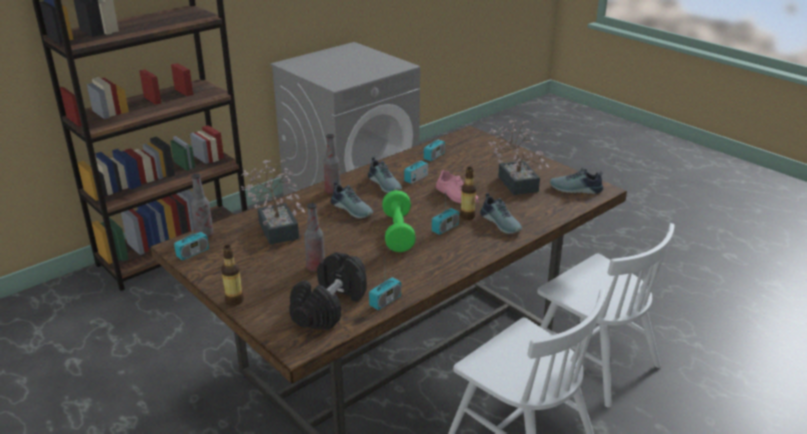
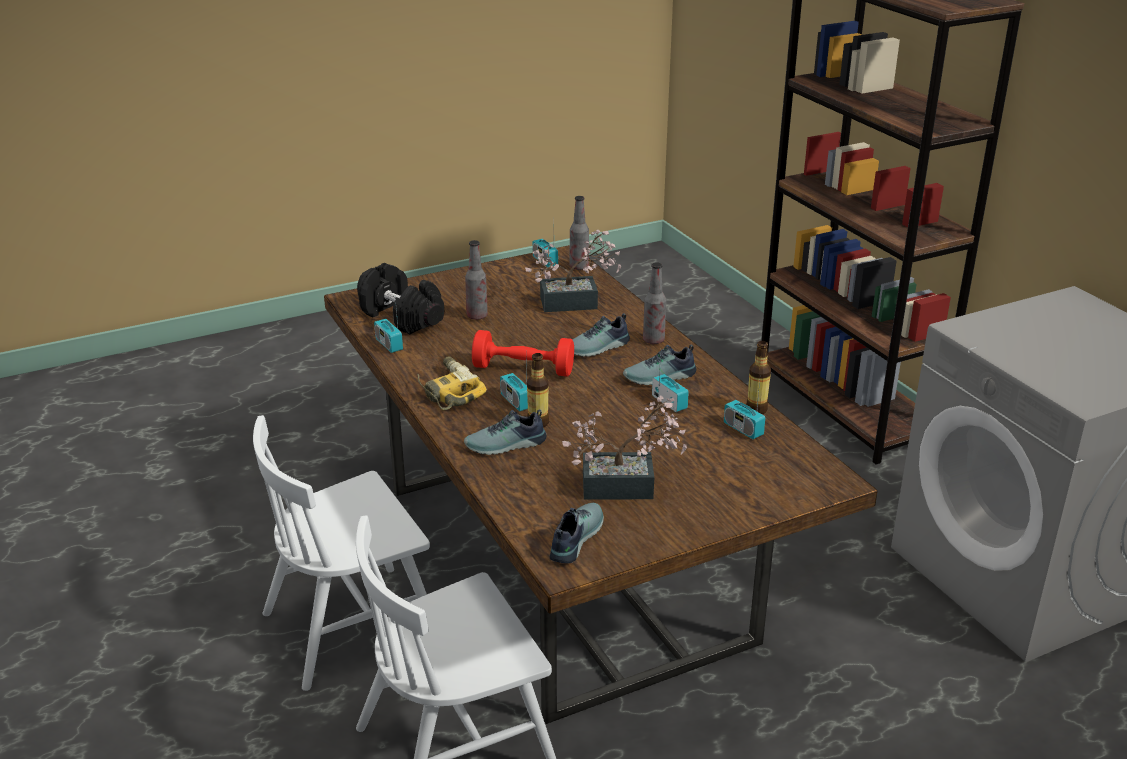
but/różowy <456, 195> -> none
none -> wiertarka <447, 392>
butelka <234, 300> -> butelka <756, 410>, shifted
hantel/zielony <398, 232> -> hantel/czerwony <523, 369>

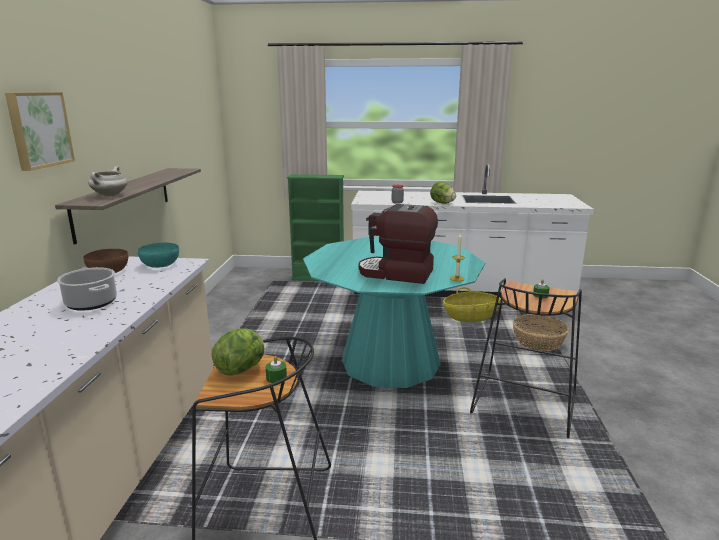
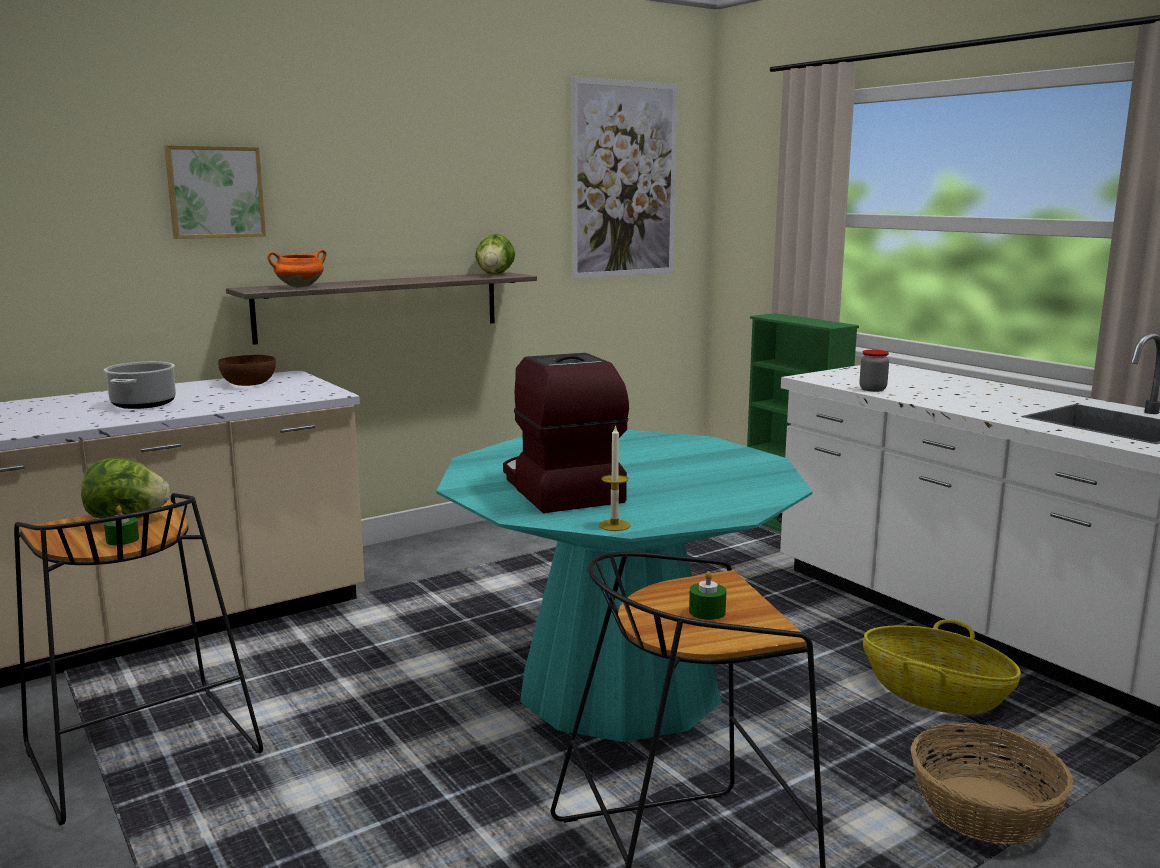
miska/turkusowy <161, 265> -> none
none -> obraz <624, 180>
sałata <442, 203> -> sałata <495, 274>, shifted
garnek/biały <110, 195> -> garnek/pomarańczowy <299, 287>

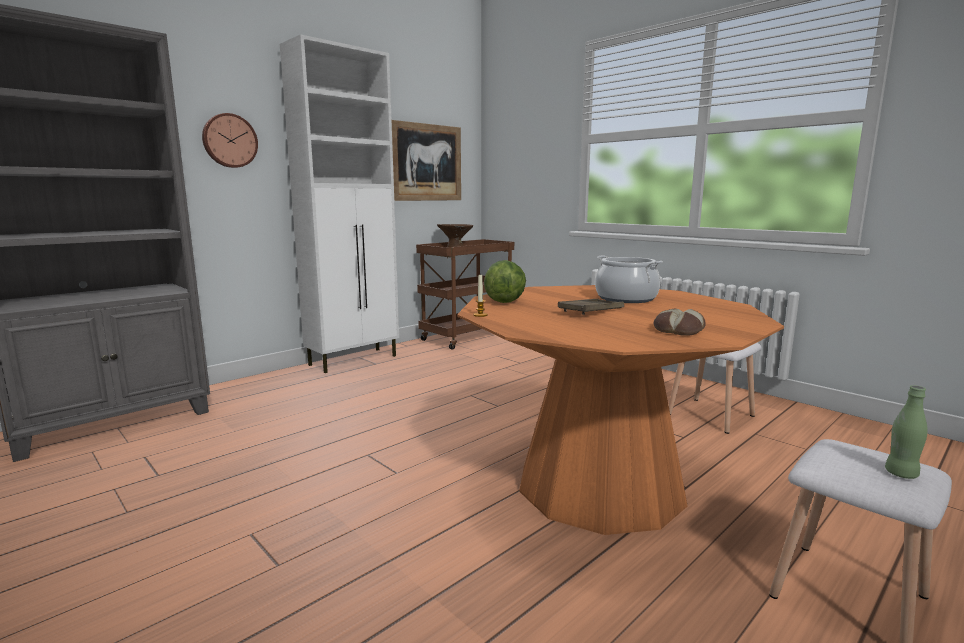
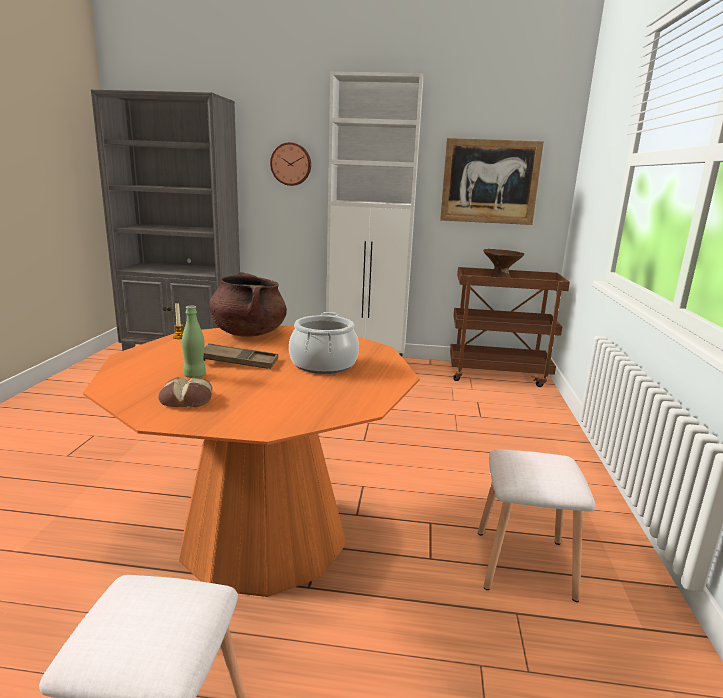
butelka/zielony <901, 474> -> butelka/zielony <195, 375>, shifted
sałata <505, 300> -> garnek/brązowy <248, 333>

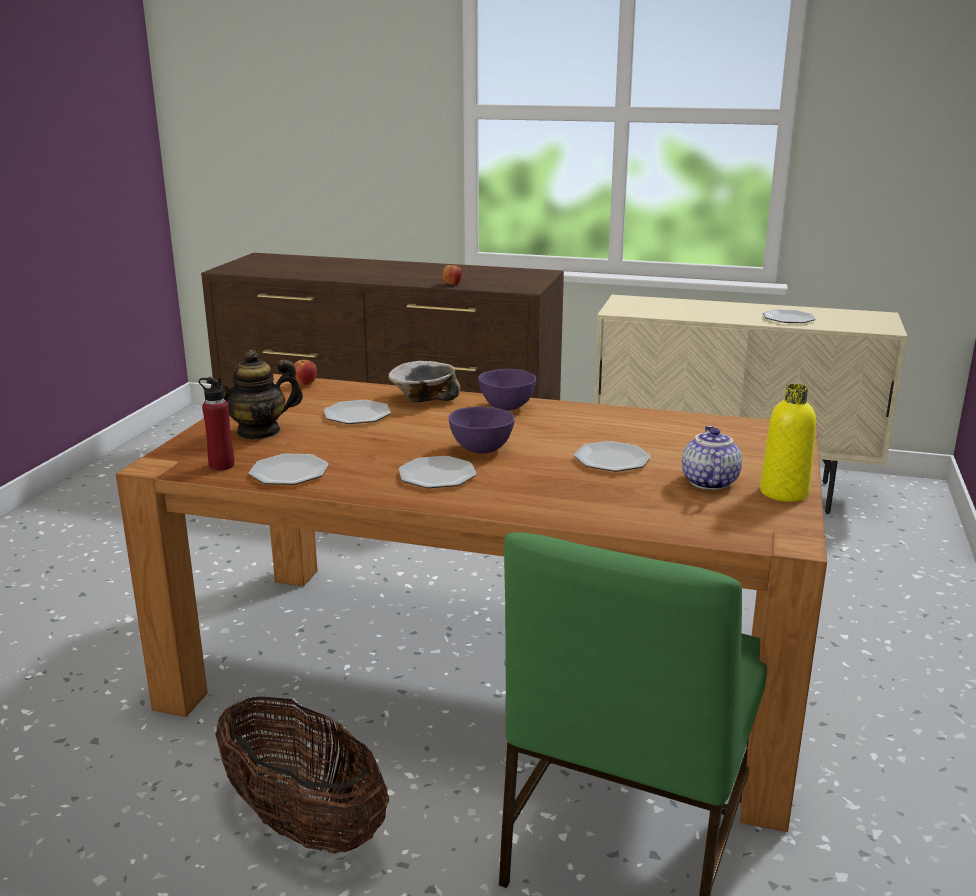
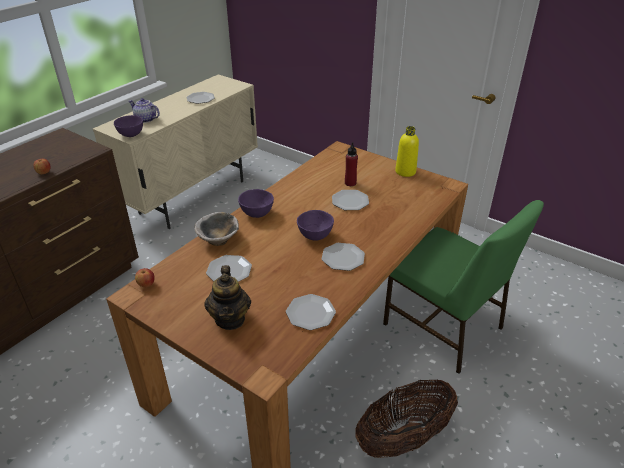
none -> miska/fioletowy <131, 135>
butelka/czerwony <221, 465> -> butelka/czerwony <350, 183>, shifted
imbryk <708, 482> -> imbryk <145, 119>, shifted

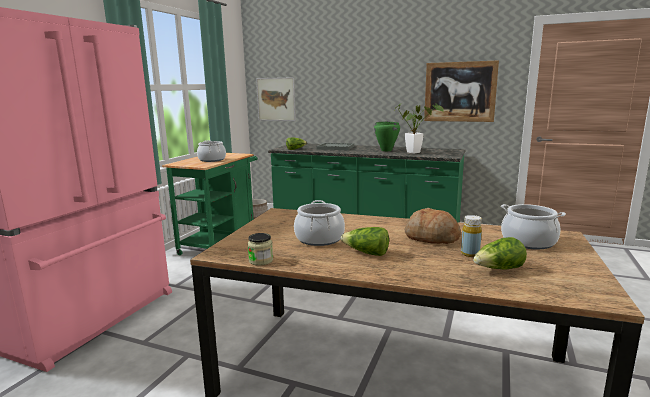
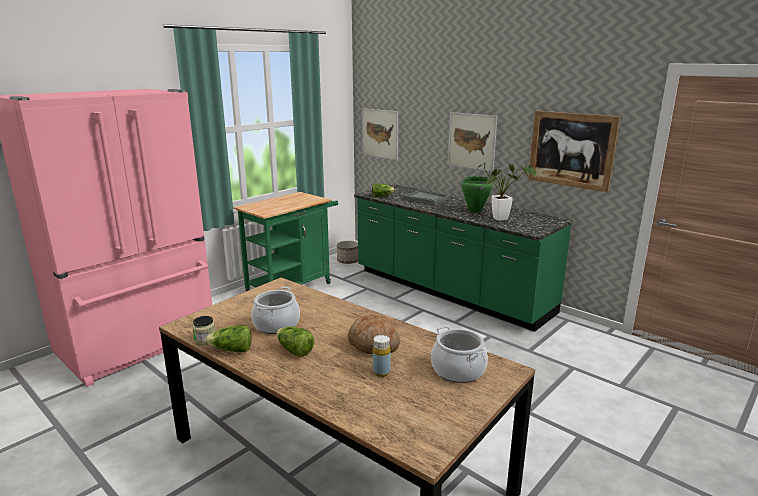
garnek <212, 160> -> none
none -> obraz <471, 141>
sałata <498, 269> -> sałata <231, 350>, shifted

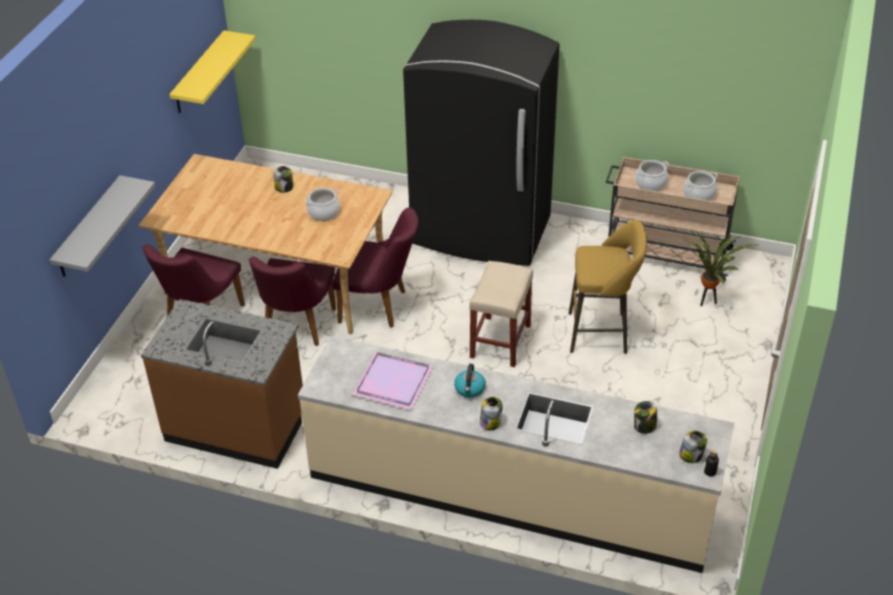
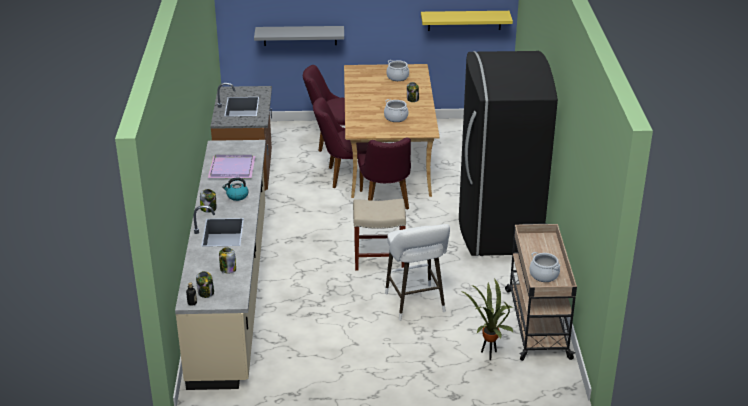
garnek <650, 184> -> garnek <397, 77>, shifted
stołek/żółty <602, 333> -> stołek/biały <416, 304>

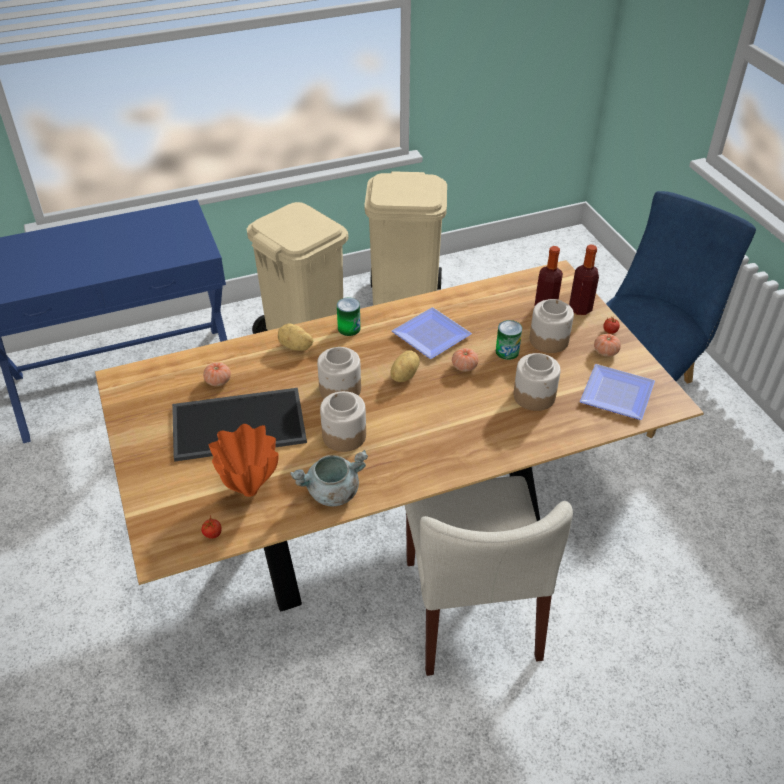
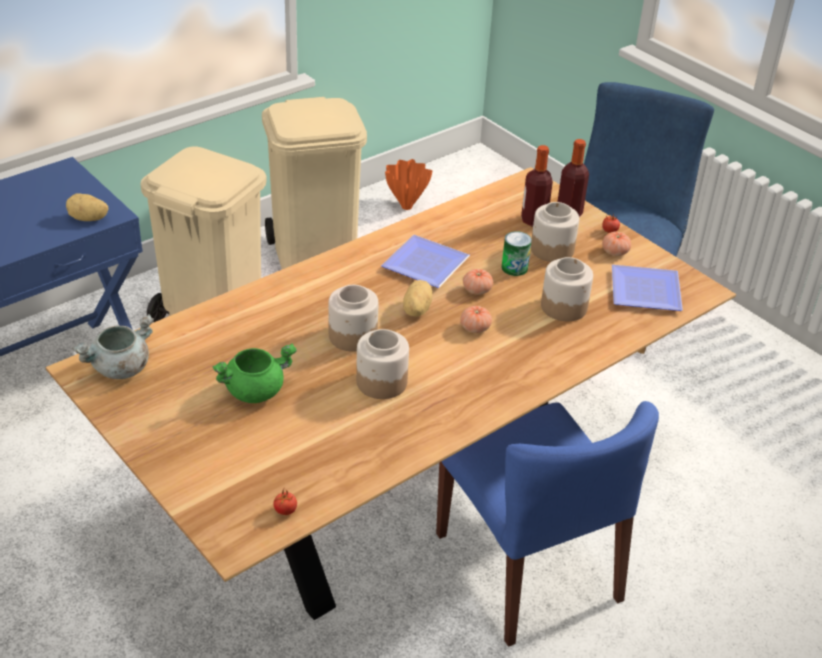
puszka <349, 328> -> none
pomidor <218, 381> -> pomidor <475, 328>, shifted
wazon/pomarańczowy <250, 489> -> wazon/pomarańczowy <407, 206>, shifted
ziemniak <295, 347> -> ziemniak <88, 219>, shifted
garnek/szary <332, 493> -> garnek/szary <120, 369>, shifted
taca <239, 423> -> garnek/zielony <255, 390>
krzesło/beżowy <472, 609> -> krzesło/niebieski <528, 567>

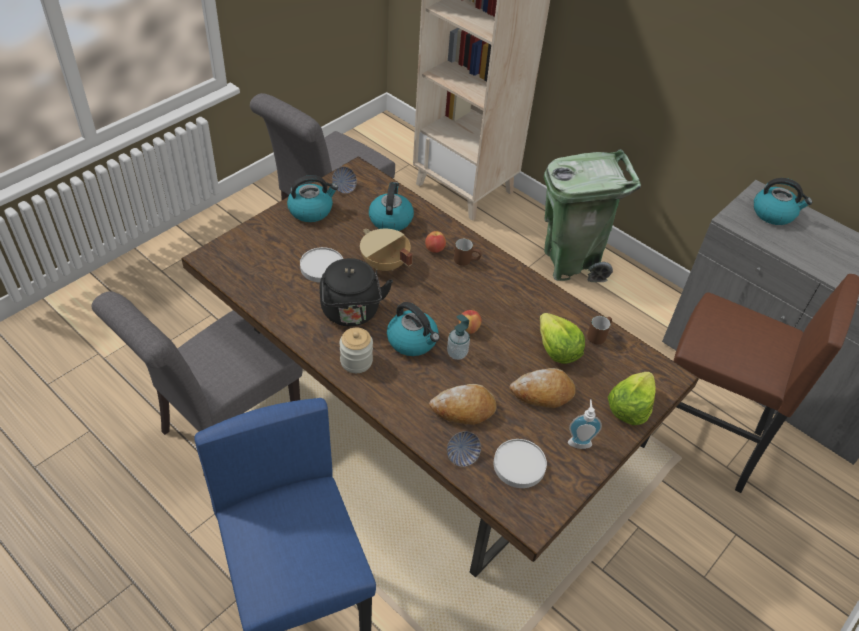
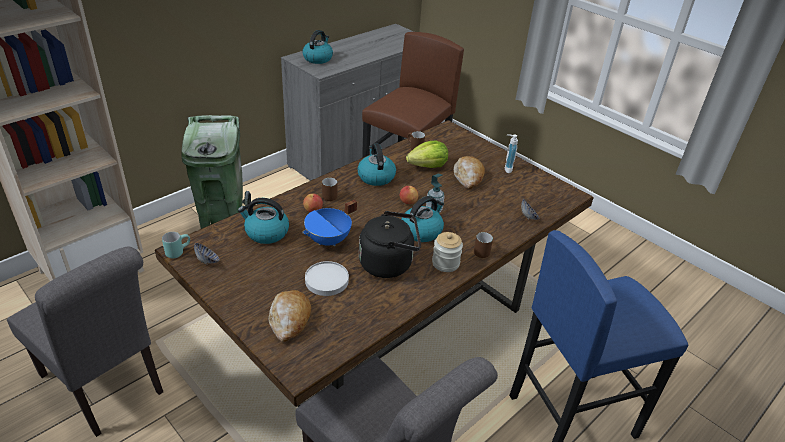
talerz/biały <519, 465> -> none
sałata <629, 407> -> none
none -> kubek/turkusowy <178, 251>
none -> kubek/brązowy <480, 250>
czajnik <311, 210> -> czajnik <376, 177>, shifted
chleb <463, 409> -> chleb <290, 319>, shifted
garnek/beżowy <384, 264> -> garnek/niebieski <329, 240>

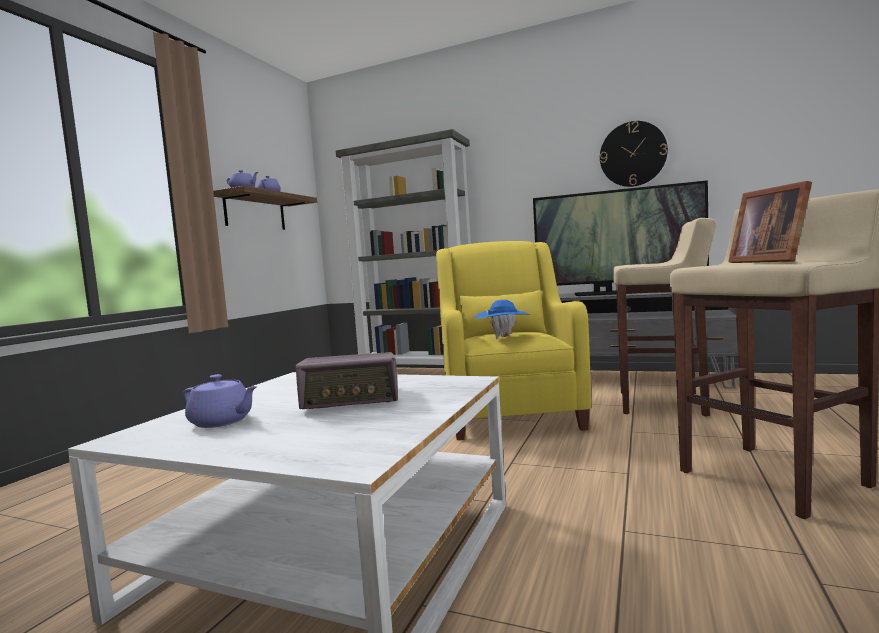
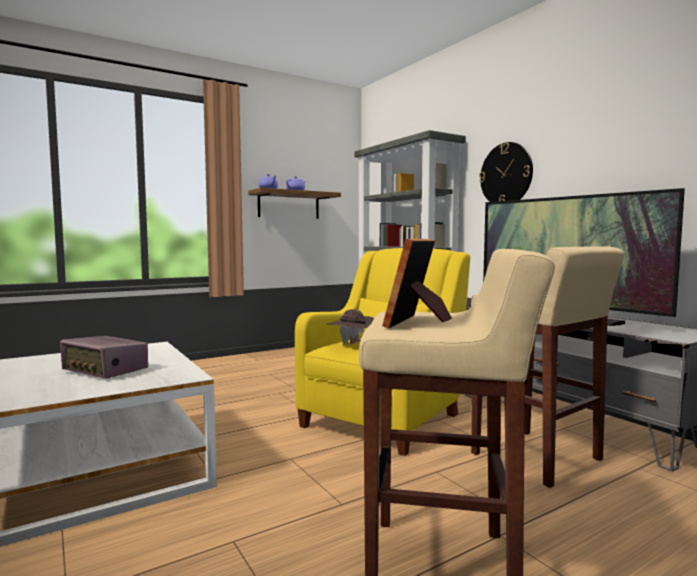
imbryk/fioletowy <222, 422> -> none
zegar ścienny <632, 154> -> zegar ścienny <506, 174>, shifted
kapelusz/niebieski <504, 338> -> kapelusz/brązowy <353, 345>

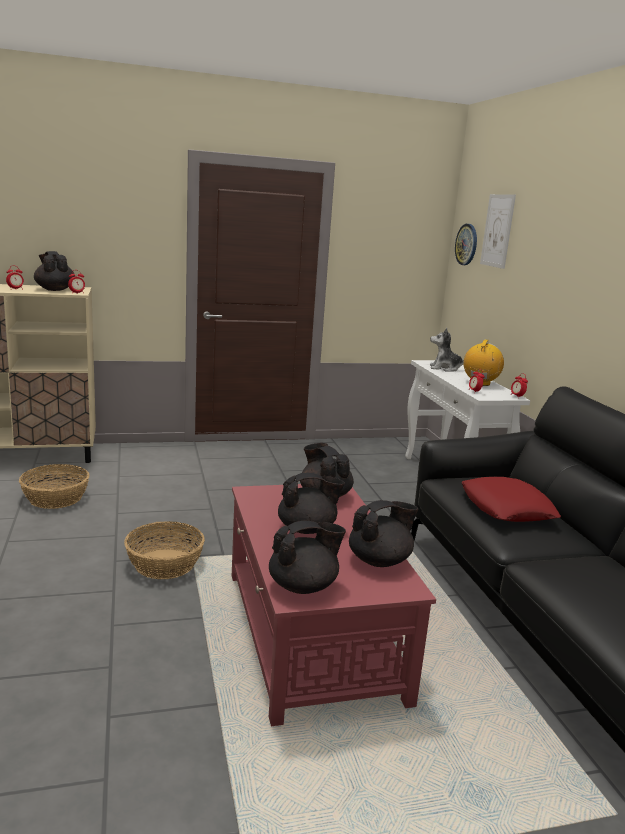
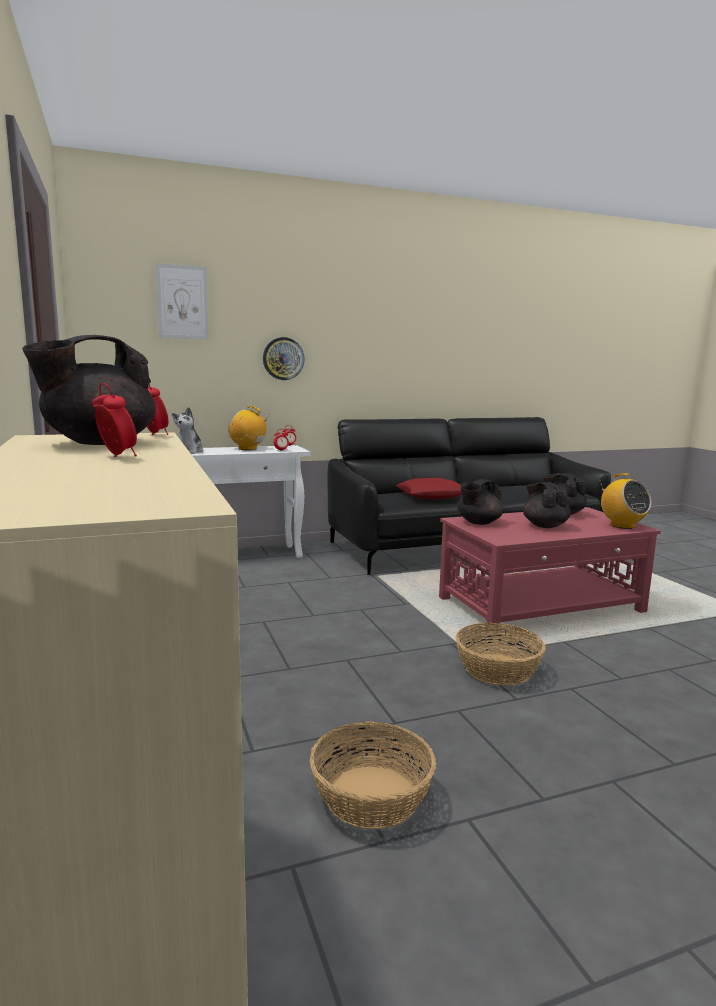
zegar ścienny <466, 244> -> zegar ścienny <283, 358>, shifted
imbryk/czarny <304, 586> -> radio <622, 525>

